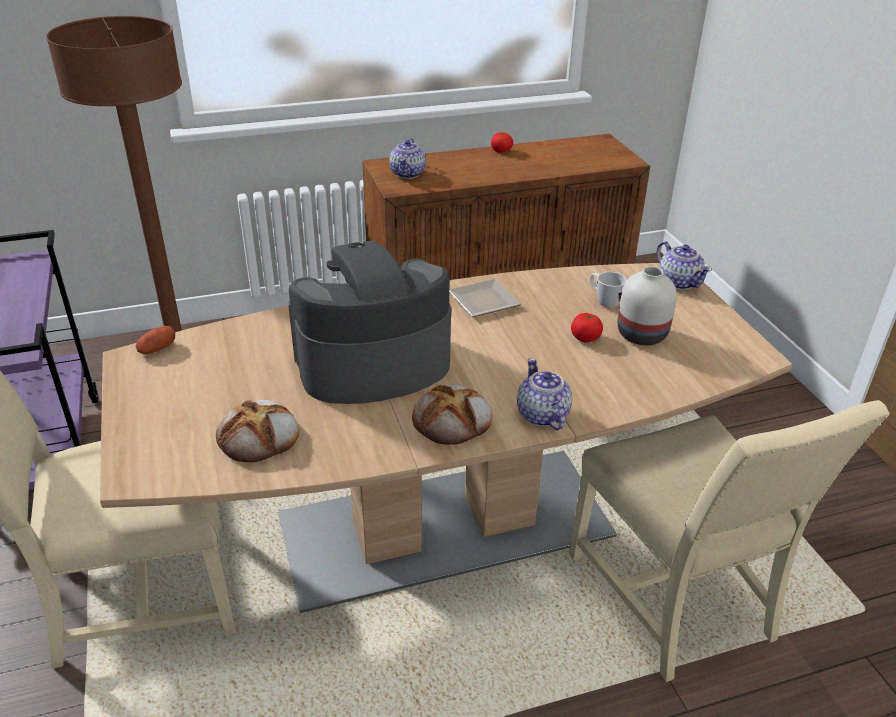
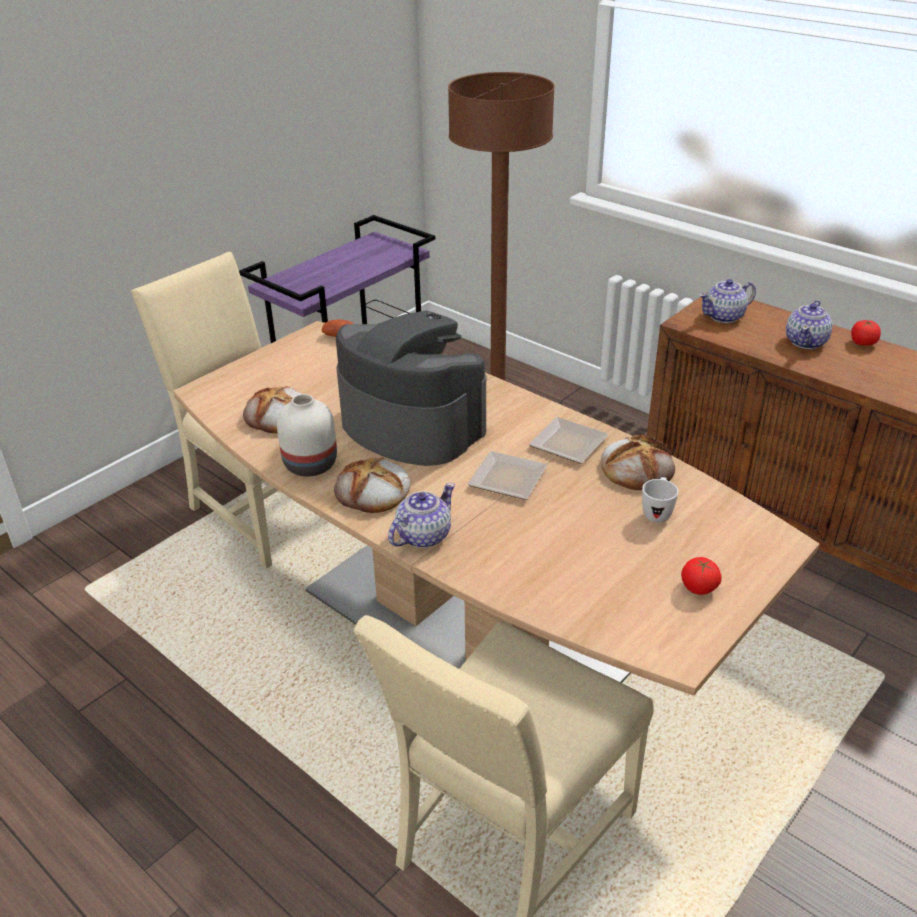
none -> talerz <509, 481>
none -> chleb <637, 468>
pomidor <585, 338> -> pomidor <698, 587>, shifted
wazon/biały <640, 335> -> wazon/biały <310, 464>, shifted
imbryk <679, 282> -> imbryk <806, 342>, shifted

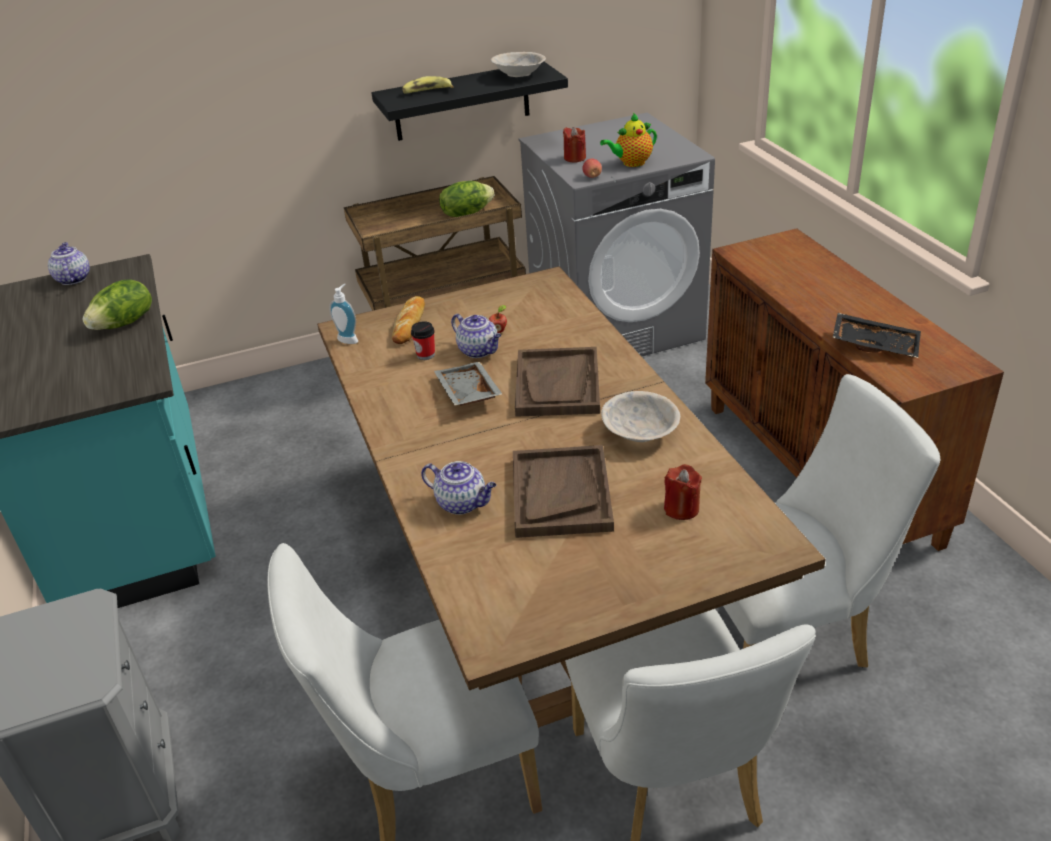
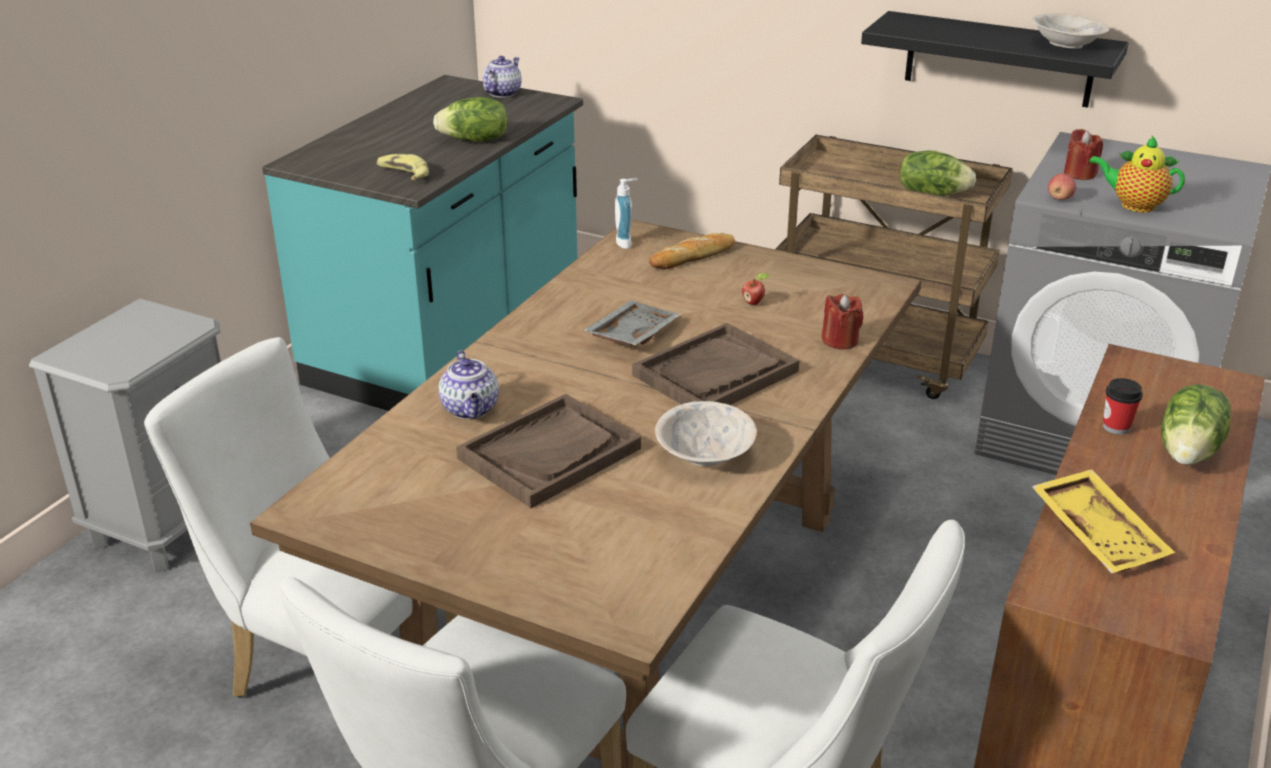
imbryk <479, 351> -> none
none -> sałata <1189, 452>
banan <427, 92> -> banan <403, 174>, shifted
filiżanka <426, 355> -> filiżanka <1116, 427>, shifted
świeca/czerwony <681, 508> -> świeca/czerwony <840, 340>, shifted
taca/czarny <875, 344> -> taca/żółty <1099, 534>

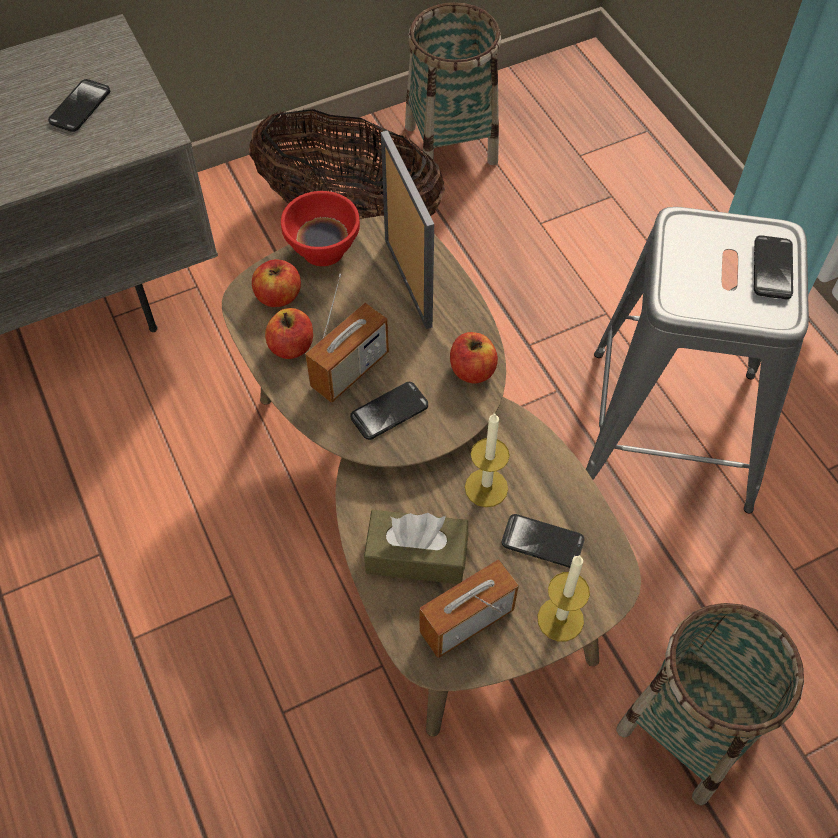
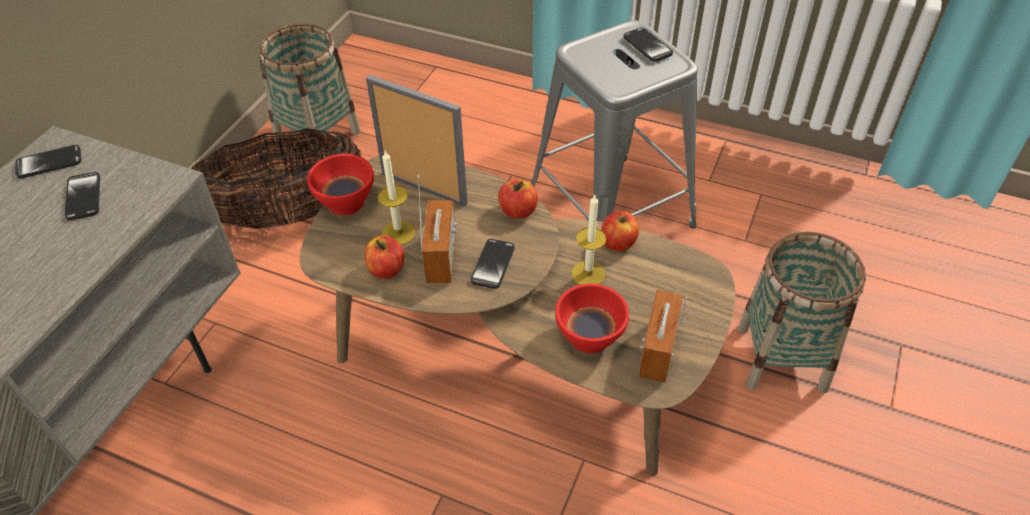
jabłko <278, 296> -> jabłko <618, 243>, shifted
telefon <542, 542> -> telefon <49, 163>, shifted
świeca <560, 619> -> świeca <398, 233>, shifted
pudełko chusteczek/brązowy <416, 556> -> miska/czerwony <589, 338>

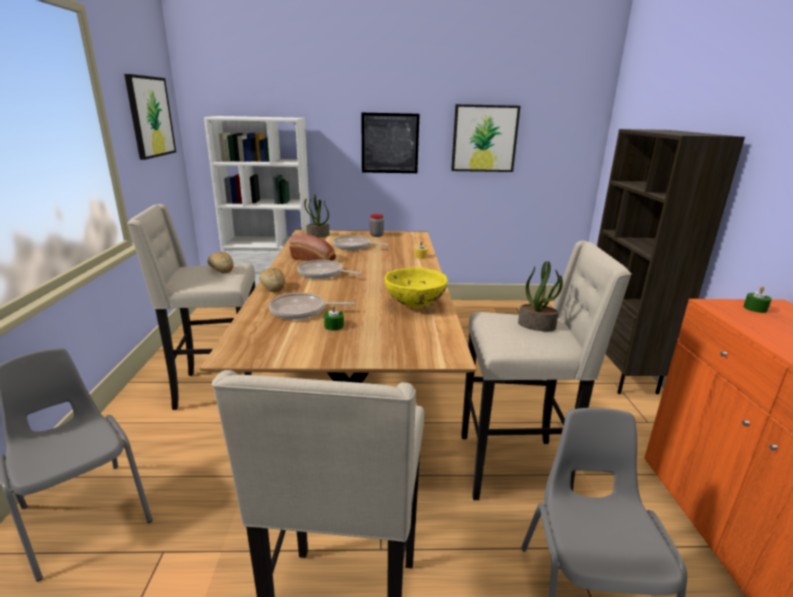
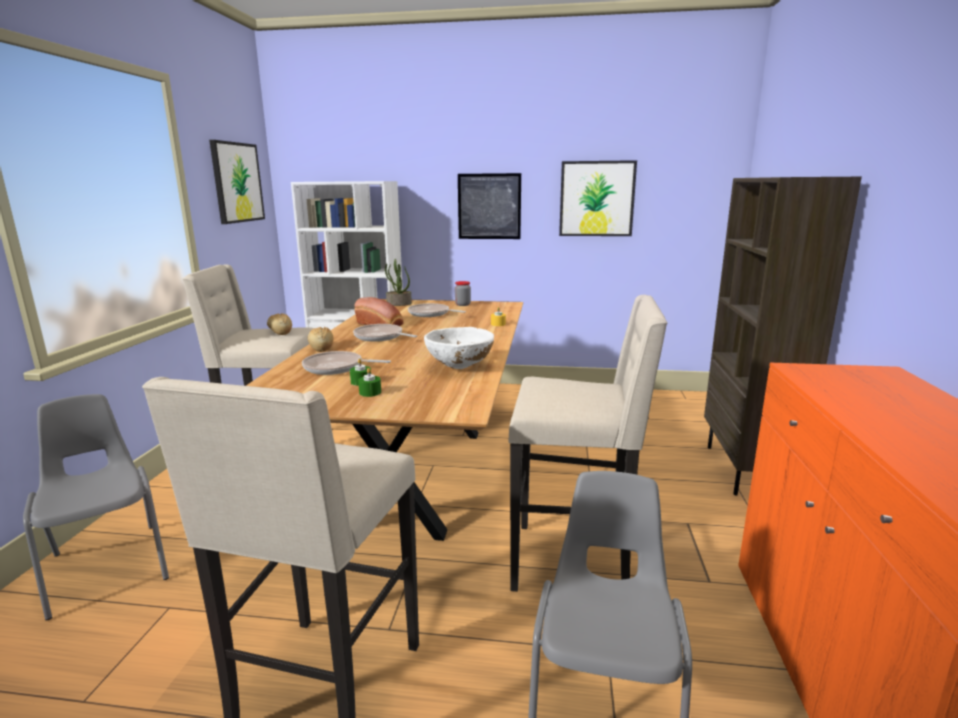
roślina doniczkowa <537, 325> -> none
świeca/zielony <755, 308> -> świeca/zielony <370, 392>, shifted
miska/żółty <415, 305> -> miska/biały <460, 367>

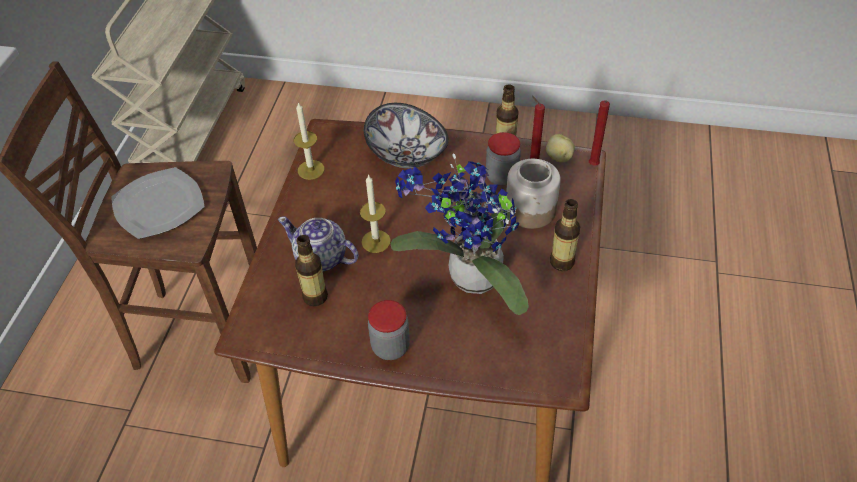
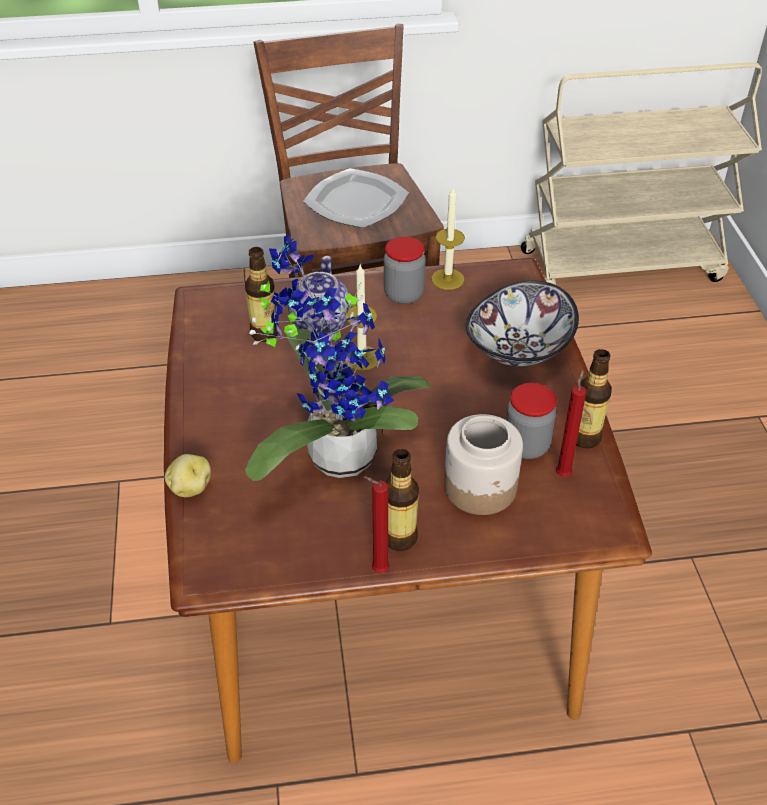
słoik <390, 347> -> słoik <403, 294>, shifted
ziemniak <558, 158> -> ziemniak <190, 487>, shifted
świeca/czerwony <593, 166> -> świeca/czerwony <377, 570>, shifted

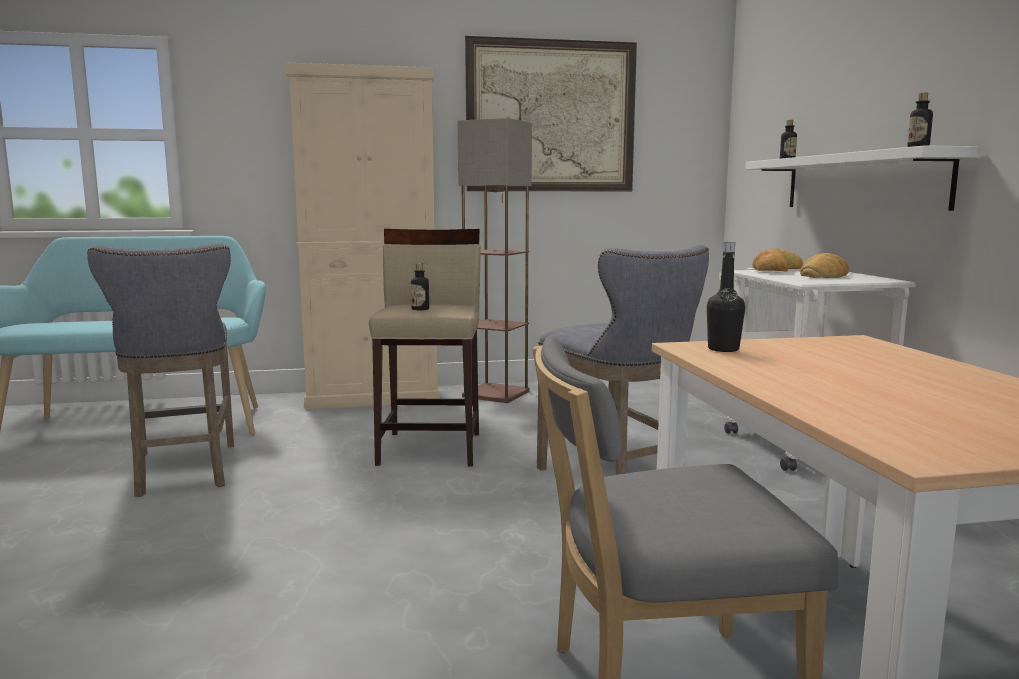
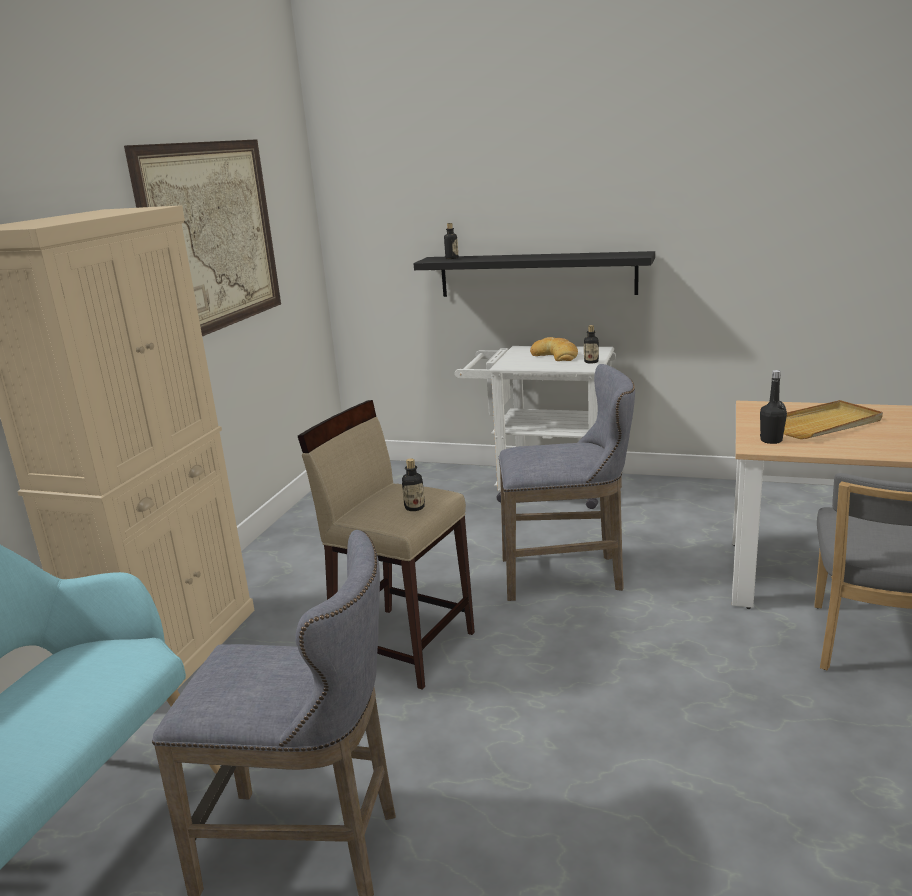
lampa stojąca <497, 394> -> none
chleb <774, 269> -> none
none -> taca/beżowy <824, 424>
butelka <918, 147> -> butelka <591, 362>, shifted
półka/biały <861, 182> -> półka/czarny <536, 275>

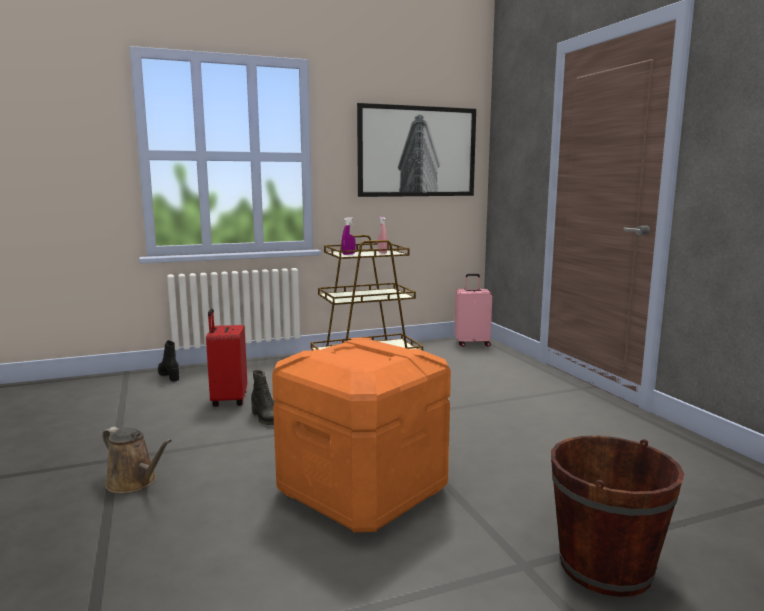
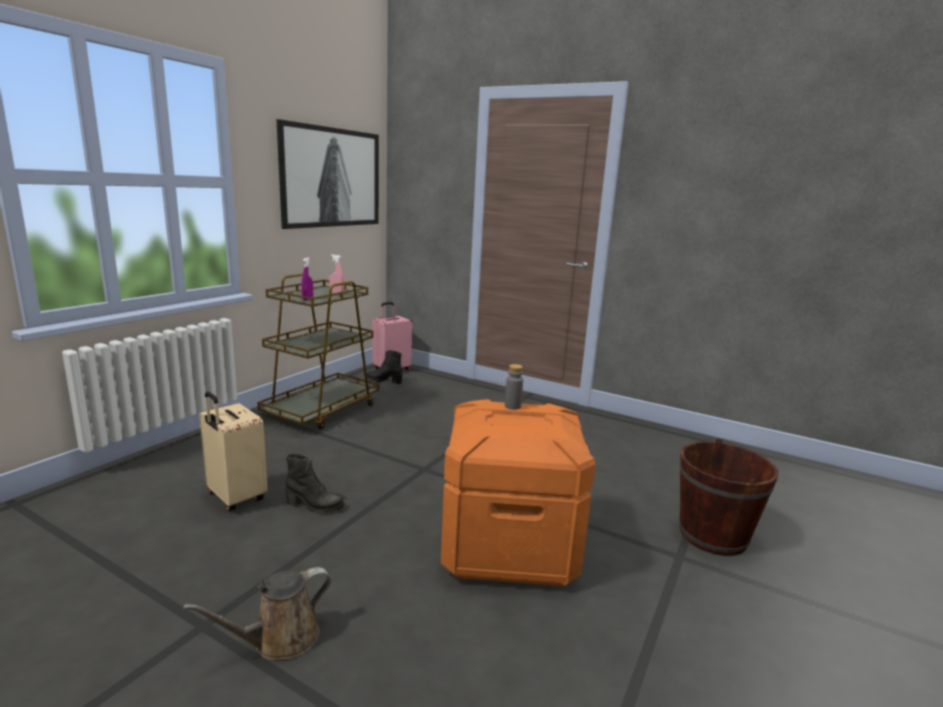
none -> butelka/szary <512, 406>
but z cholewką/czarny <169, 375> -> but z cholewką/czarny <384, 381>, shifted
walizka/czerwony <228, 400> -> walizka/beżowy <235, 498>
konewka/brązowy <134, 482> -> konewka/brązowy <279, 640>, 150 degrees clockwise

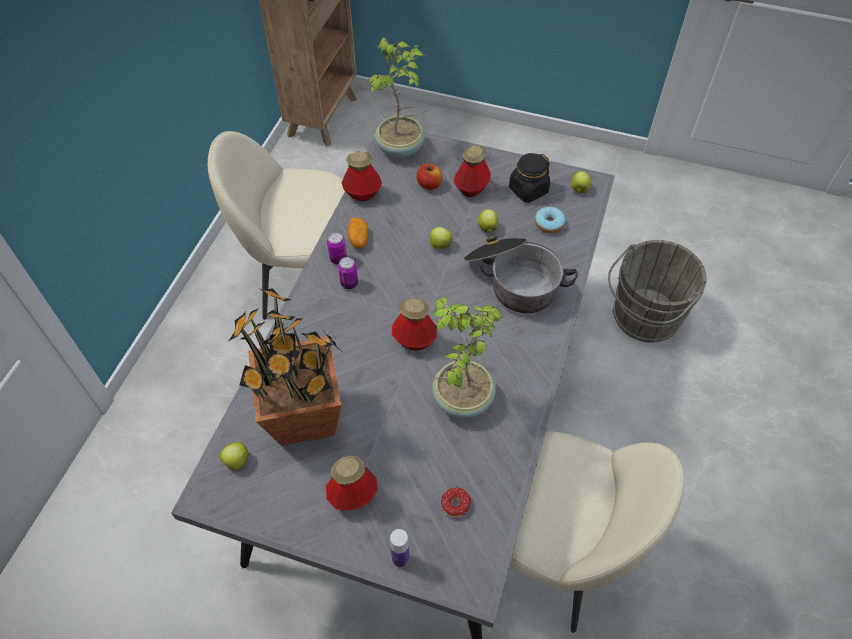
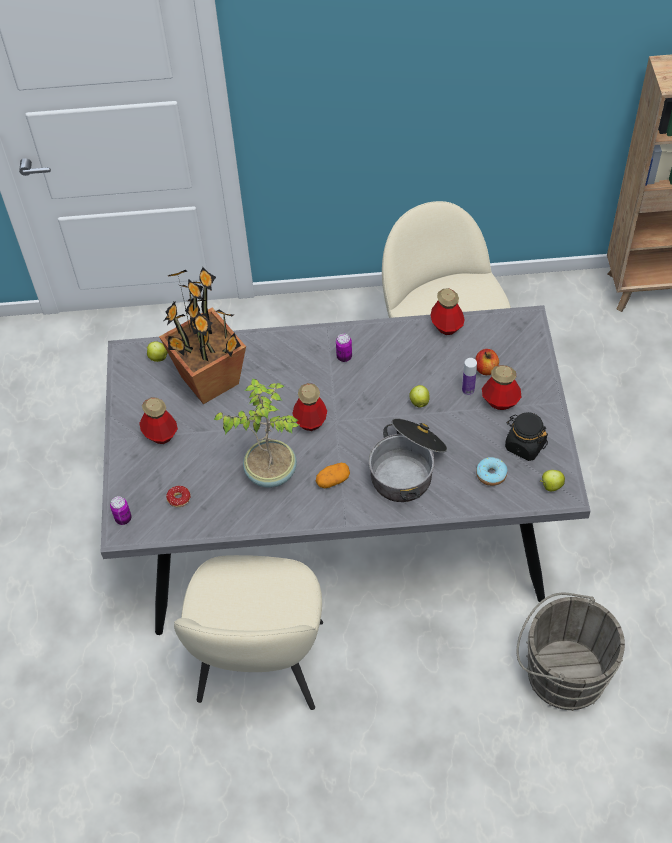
roślina doniczkowa <401, 148> -> none
jabłko <487, 227> -> none
puszka <338, 259> -> puszka <123, 518>, shifted
ziemniak <358, 239> -> ziemniak <333, 480>, shifted
butelka <400, 558> -> butelka <468, 390>, shifted

